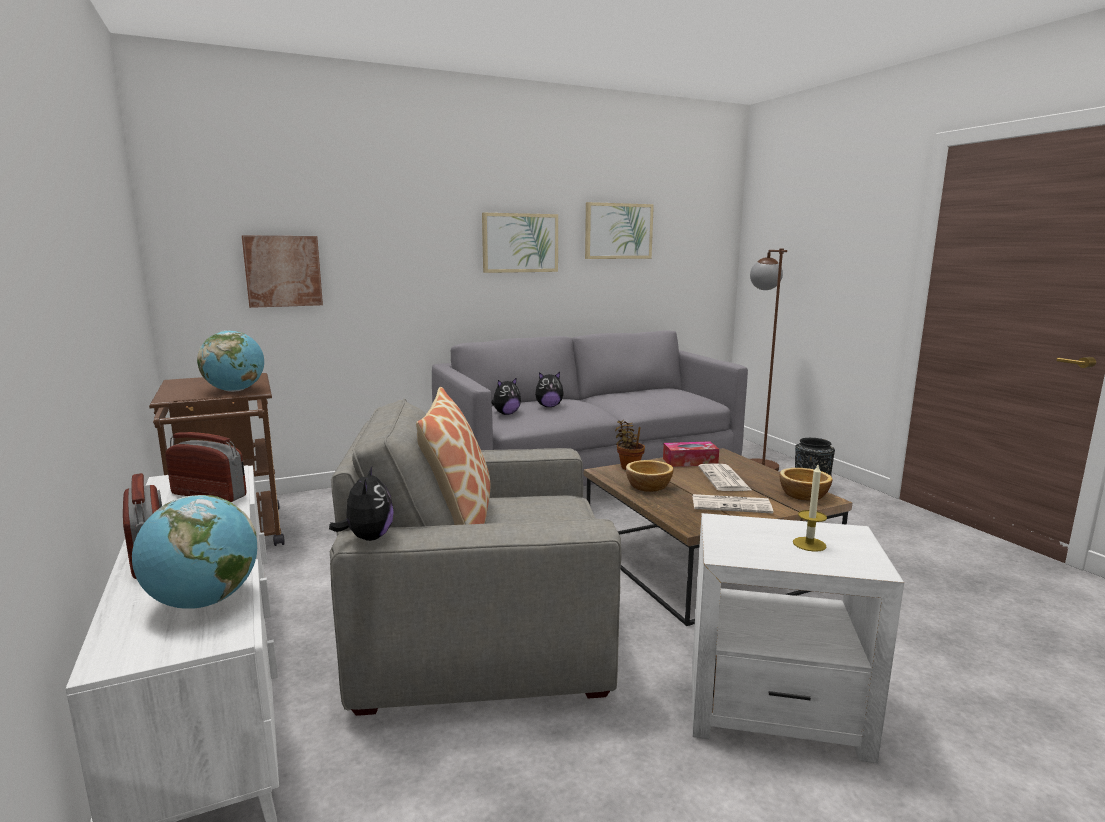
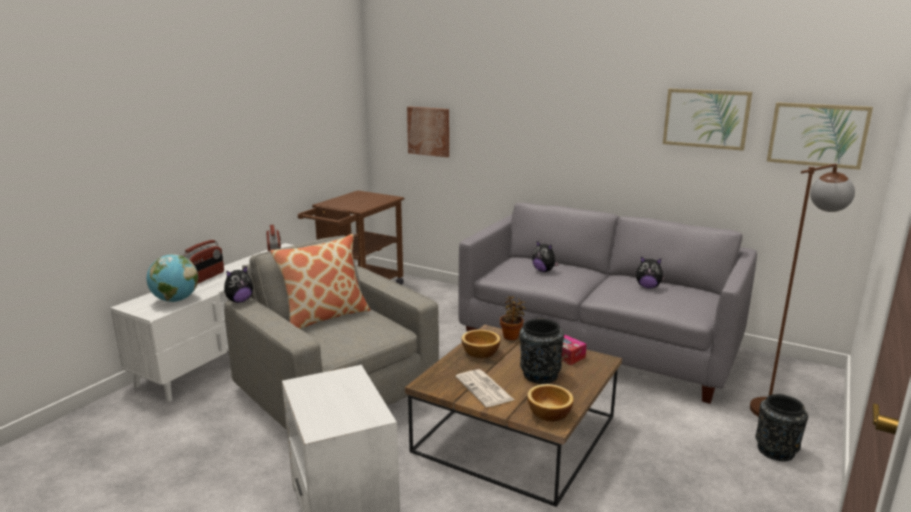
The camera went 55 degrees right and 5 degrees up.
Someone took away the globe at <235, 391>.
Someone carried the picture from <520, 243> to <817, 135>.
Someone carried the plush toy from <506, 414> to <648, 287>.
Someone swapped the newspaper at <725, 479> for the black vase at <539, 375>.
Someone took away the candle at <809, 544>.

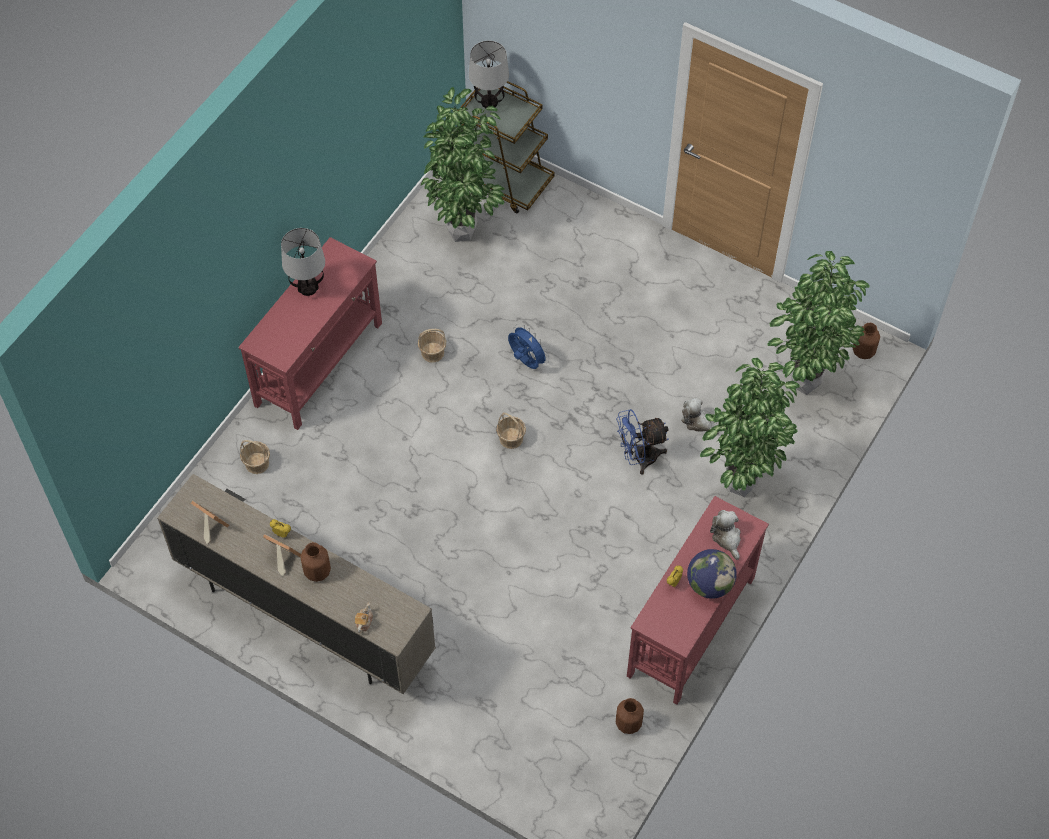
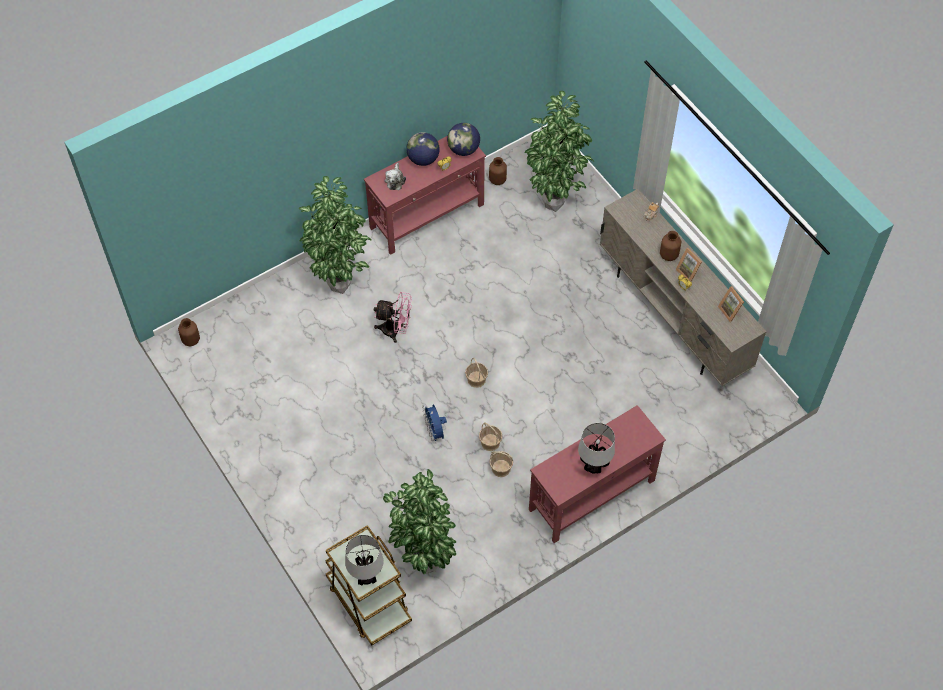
The camera went 155 degrees left and 0 degrees up.
Someone carried the basket from <257, 463> to <490, 442>.
Someone repainted the blue fan at <639, 458>, which became the pink fan at <395, 330>.
Someone took away the plush toy at <698, 422>.
Someone carried the potted plant from <804, 387> to <555, 202>.
Someone put down the globe at <463, 149>.

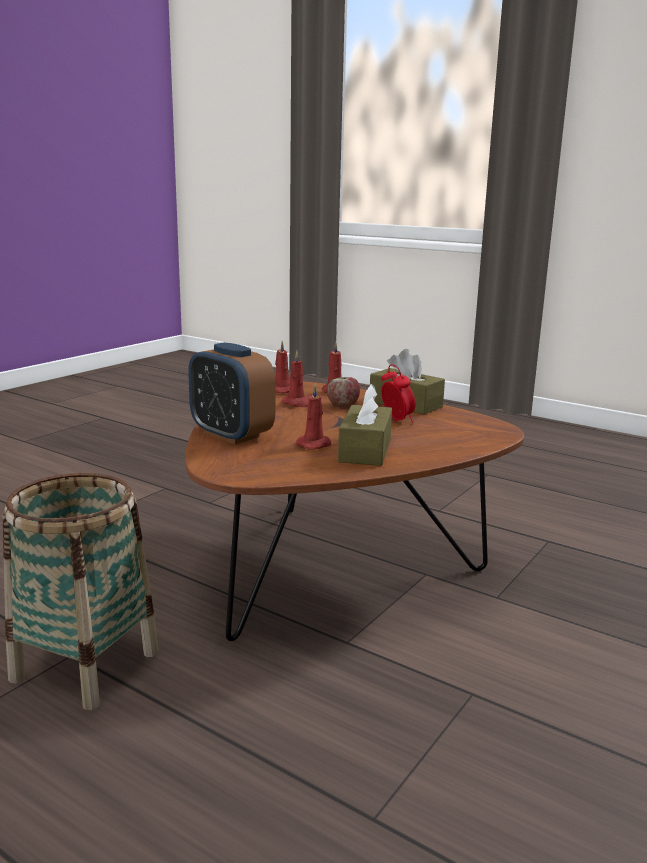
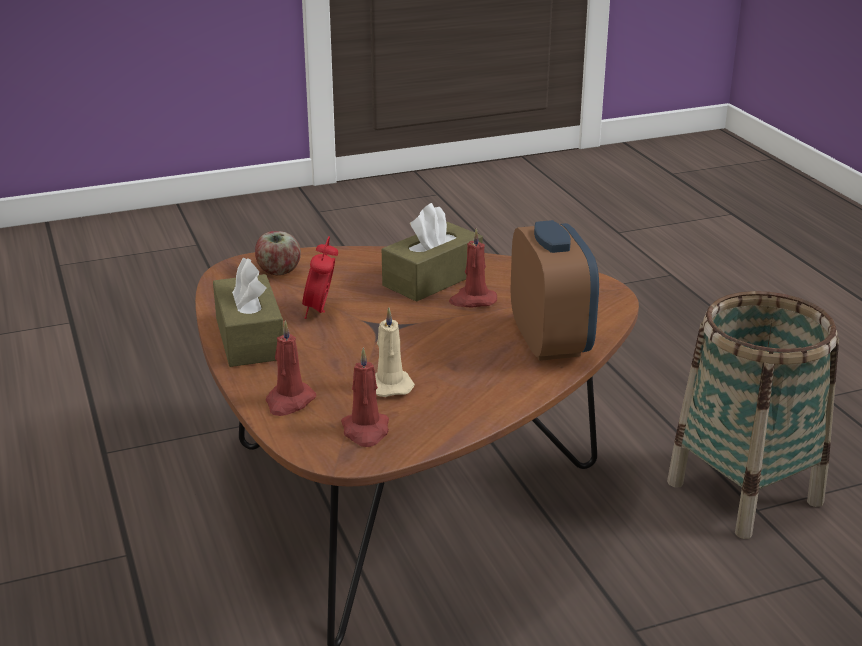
The camera went 145 degrees left and 10 degrees up.
Someone repainted the red candle at <297, 403>, which became the beige candle at <389, 385>.
Someone carried the apple from <342, 405> to <278, 272>.

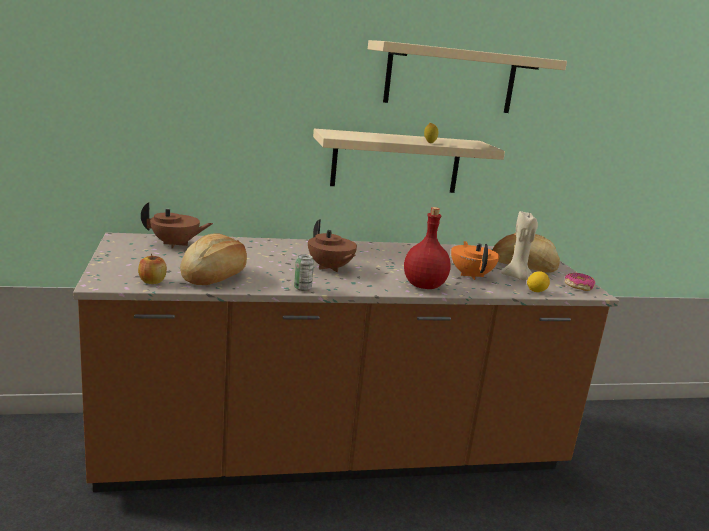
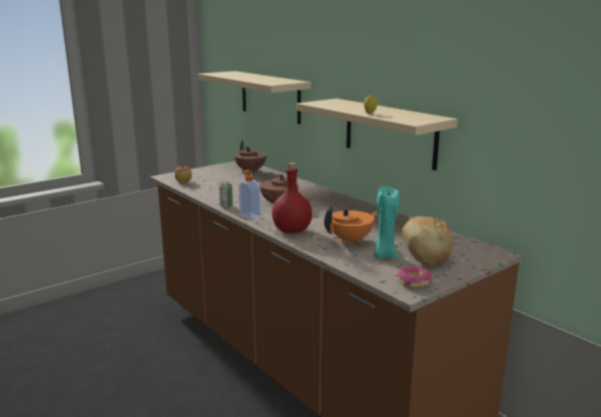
The camera went 65 degrees right and 0 degrees up.
Someone took away the bread at <214, 276>.
Someone carried the beige shelf from <450, 79> to <270, 96>.
Someone repainted the beige candle at <517, 277>, which became the turquoise candle at <384, 255>.
Someone took away the lemon at <536, 291>.
Someone put down the soap dispenser at <249, 216>.

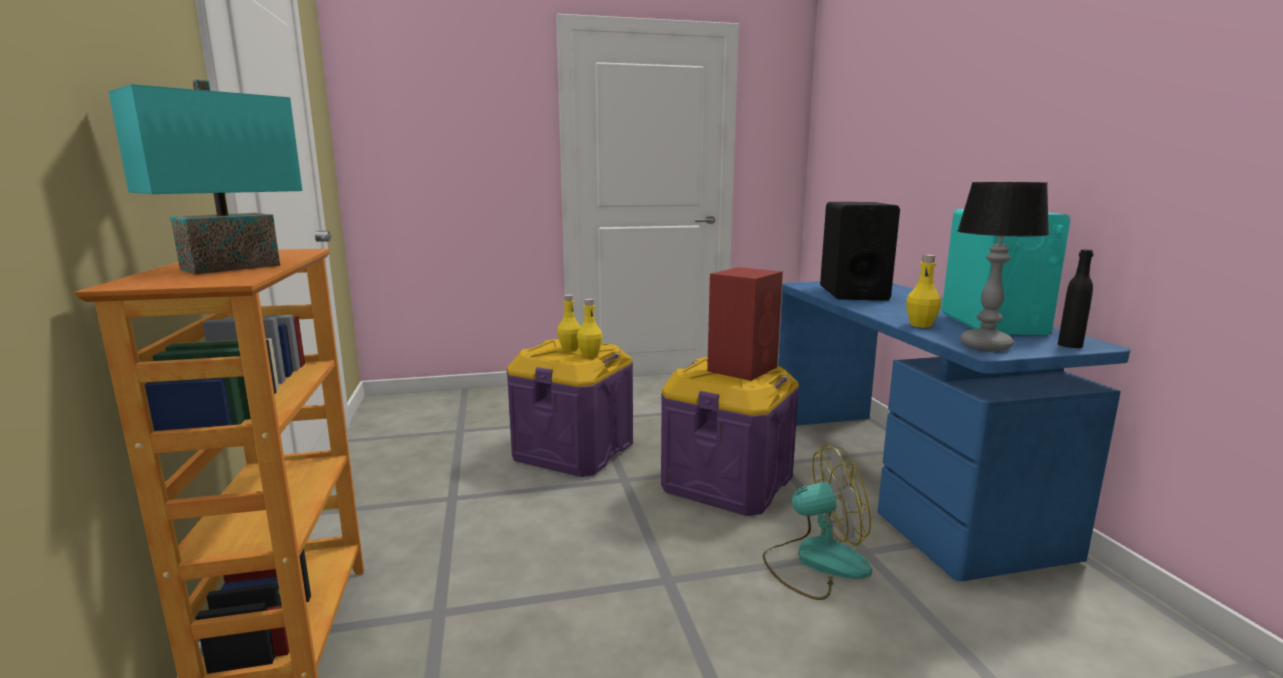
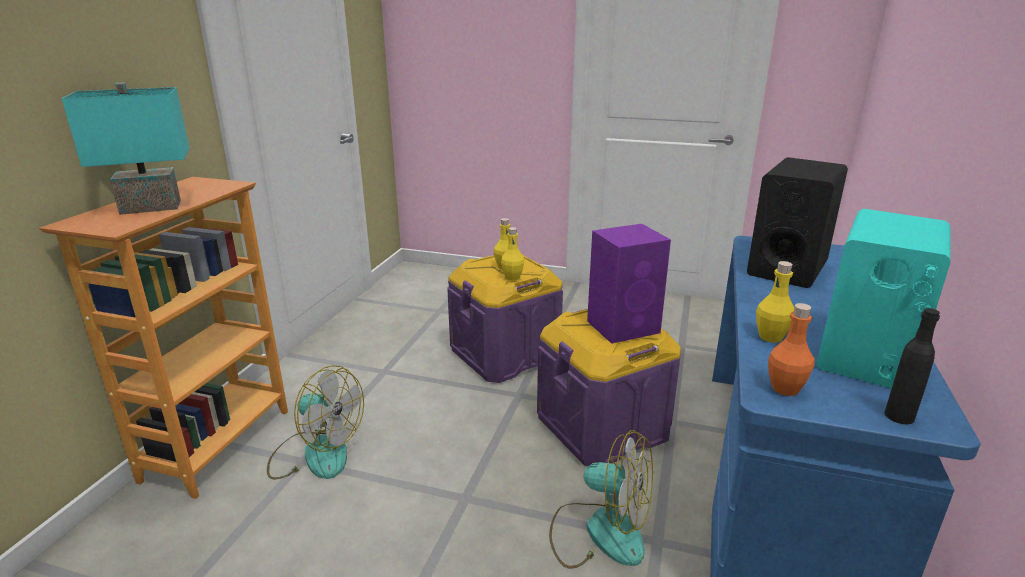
The camera went 30 degrees right and 10 degrees up.
Someone repainted the red speaker at <743, 368>, which became the purple speaker at <624, 326>.
Someone swapped the table lamp at <986, 346> for the orange bottle at <785, 388>.
Someone put down the fan at <316, 453>.

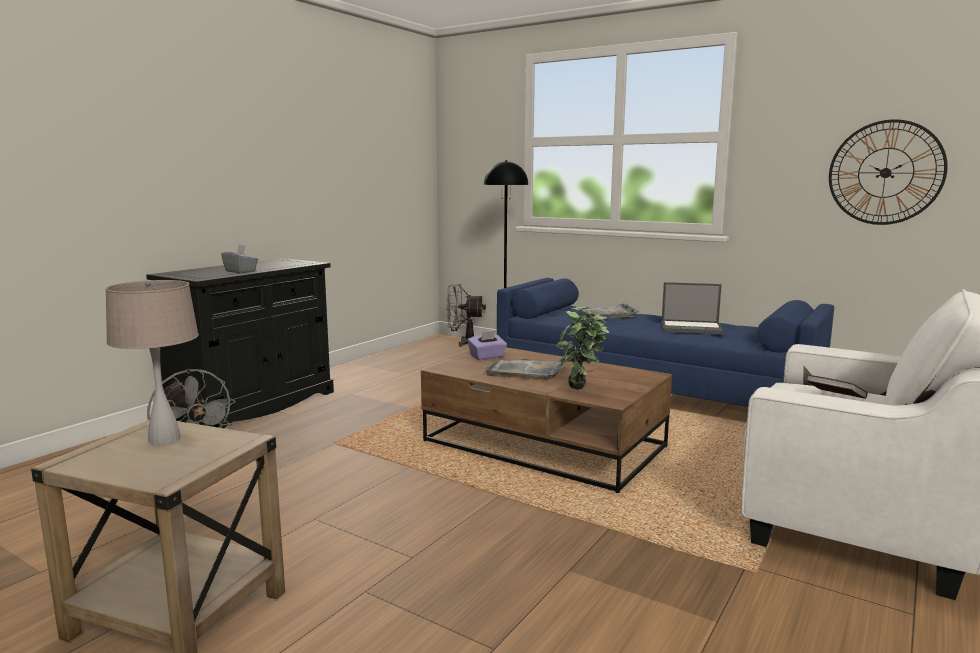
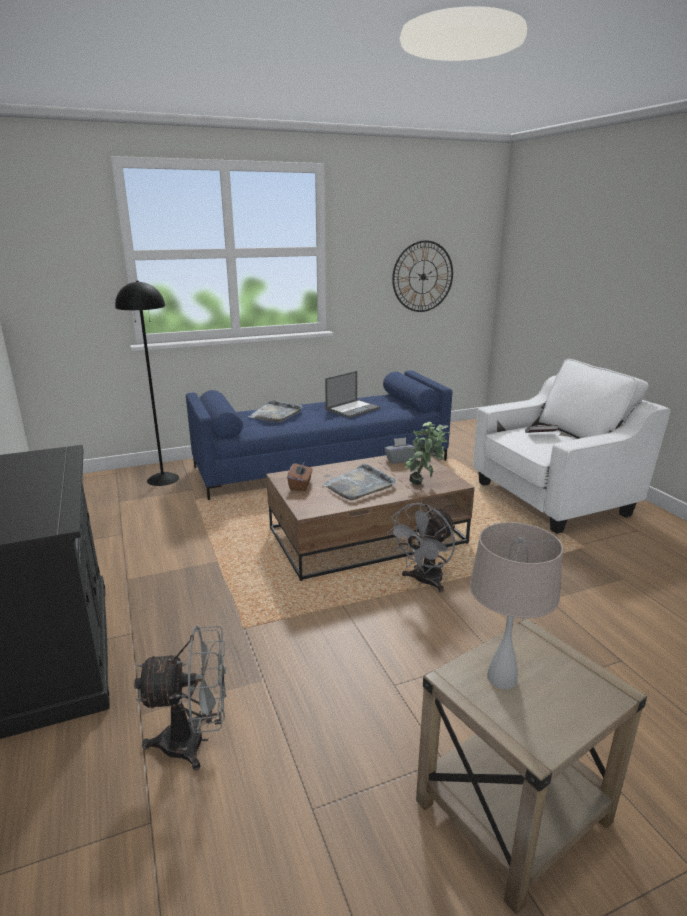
The camera went 55 degrees left and 10 degrees up.
Someone carried the grey tissue box from <241, 271> to <400, 460>.
Someone carried the grey fan from <464, 343> to <424, 582>.
Someone repainted the purple tissue box at <487, 357>, which became the brown tissue box at <300, 485>.

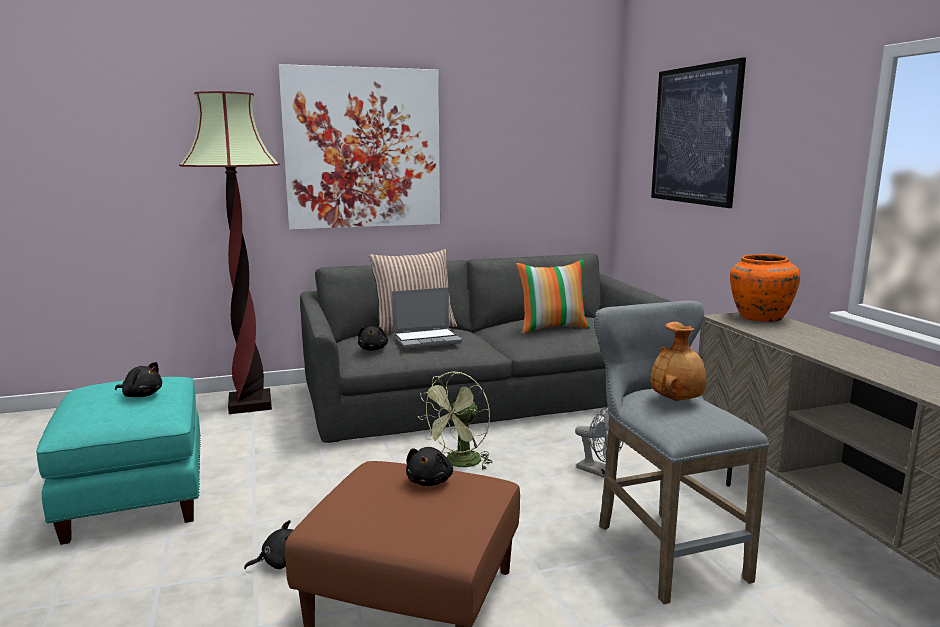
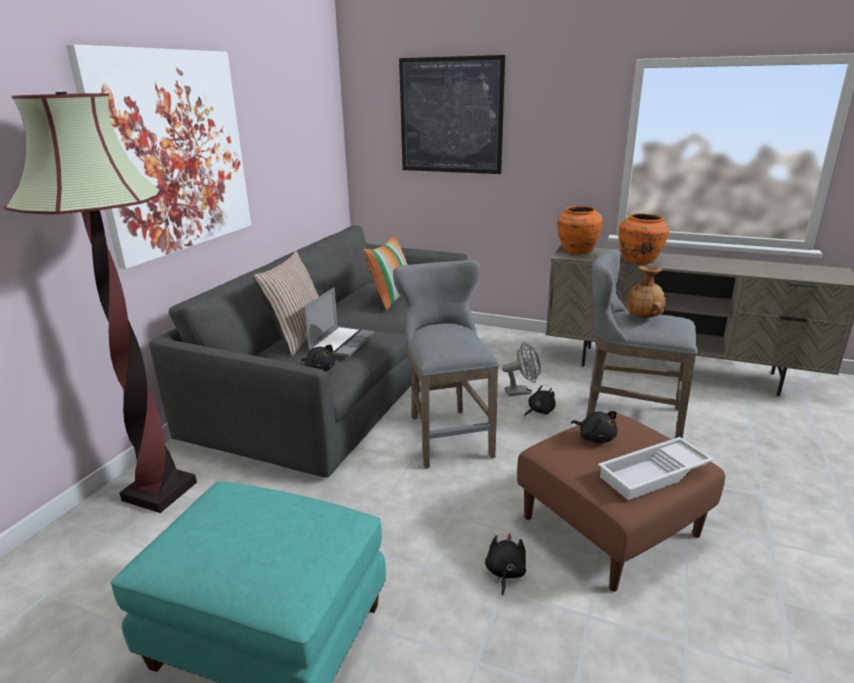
The camera went 50 degrees left and 10 degrees up.
Someone carried the black plush toy from <141, 395> to <539, 411>.
Someone swapped the green fan at <459, 464> for the grey stool at <446, 433>.
Someone put down the white tray at <654, 475>.
Someone put down the orange vase at <639, 261>.

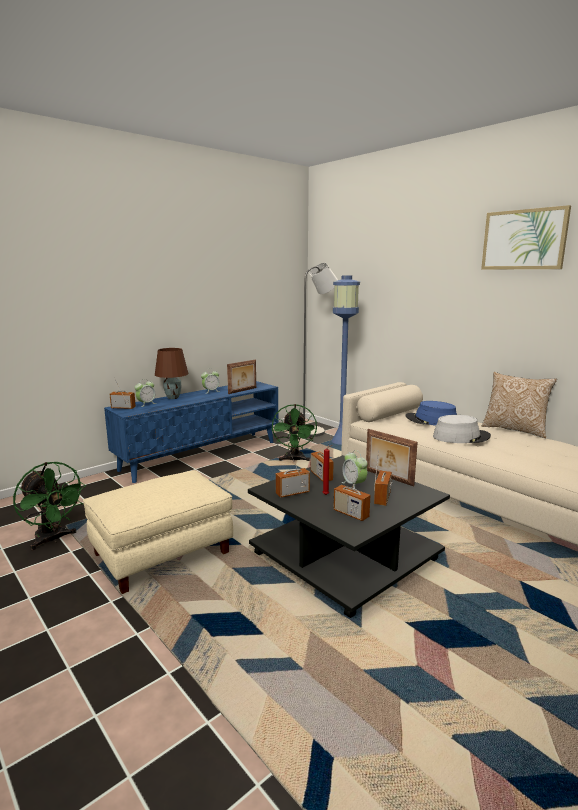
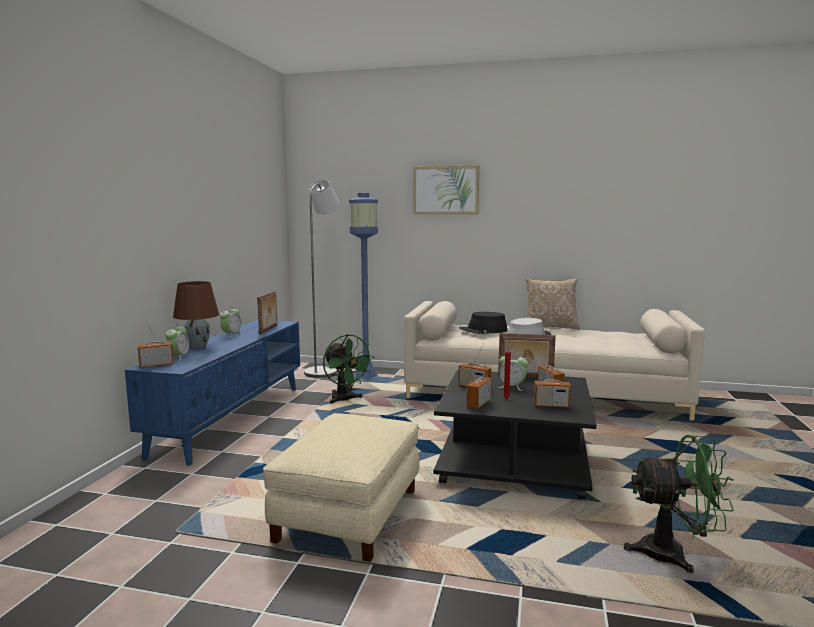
The camera went 35 degrees left and 5 degrees down.
Someone carried the green fan from <53, 540> to <674, 554>.
Someone repainted the blue hat at <431, 420>, which became the black hat at <483, 330>.
Someone carried the picture from <524, 239> to <446, 190>.

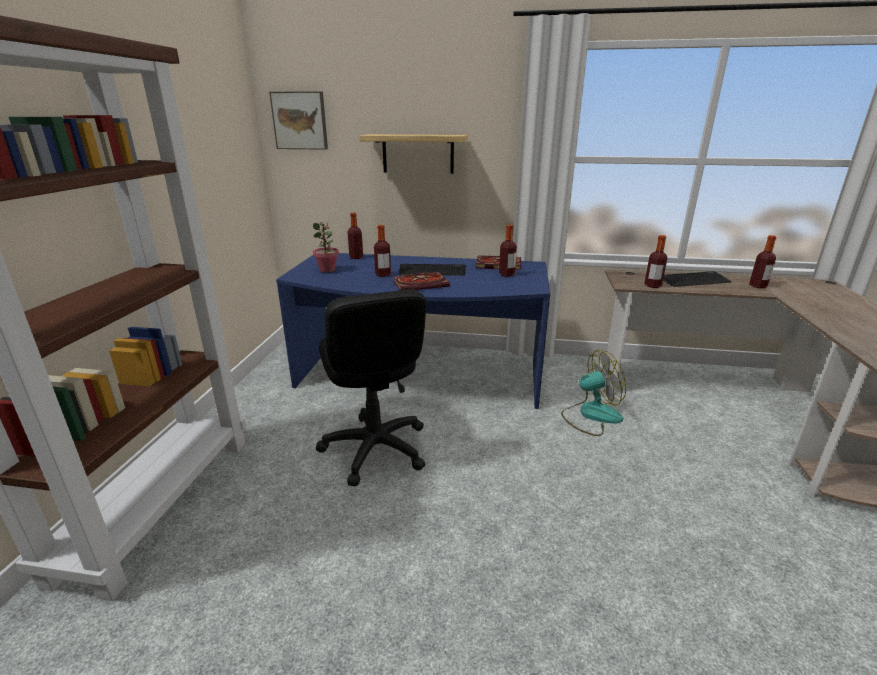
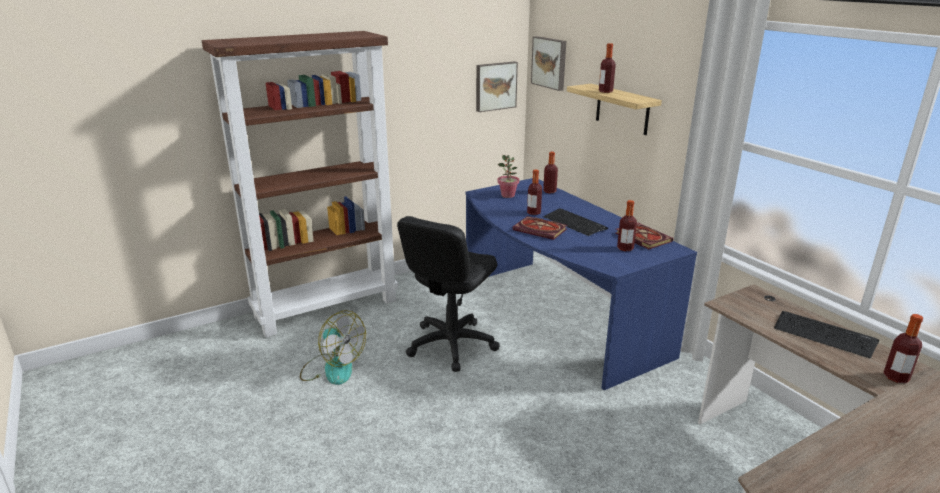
The camera went 50 degrees right and 0 degrees up.
Someone carried the fan from <591, 415> to <332, 368>.
Someone carried the bottle from <652, 286> to <605, 91>.
Someone put up the picture at <495, 86>.

